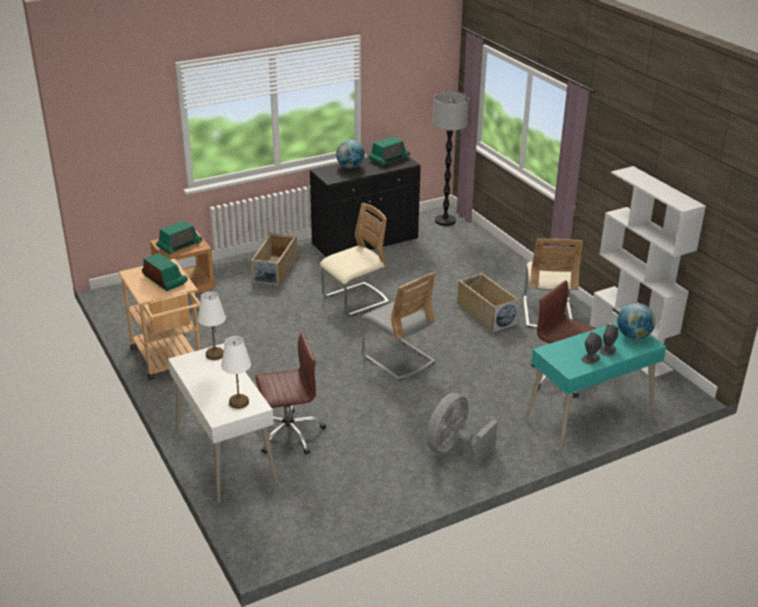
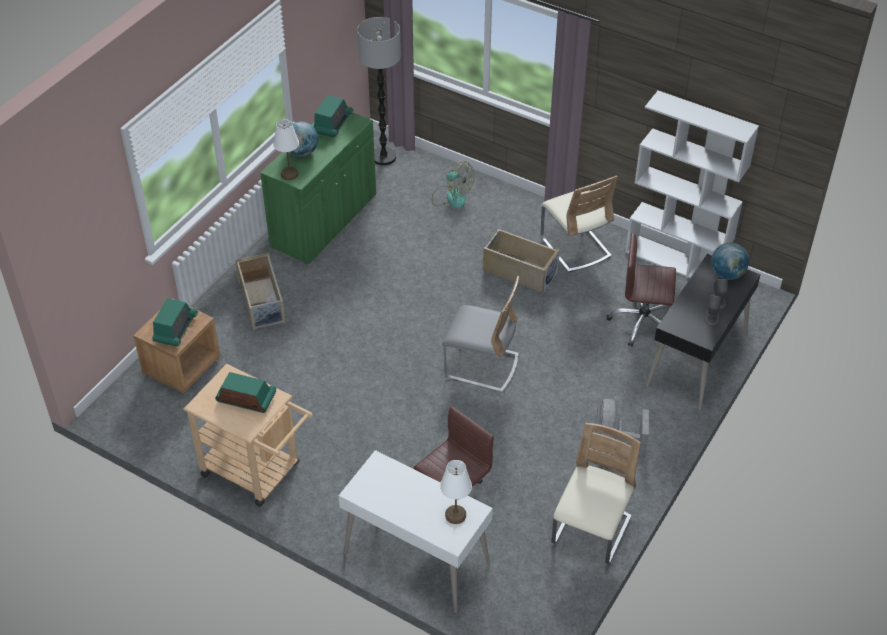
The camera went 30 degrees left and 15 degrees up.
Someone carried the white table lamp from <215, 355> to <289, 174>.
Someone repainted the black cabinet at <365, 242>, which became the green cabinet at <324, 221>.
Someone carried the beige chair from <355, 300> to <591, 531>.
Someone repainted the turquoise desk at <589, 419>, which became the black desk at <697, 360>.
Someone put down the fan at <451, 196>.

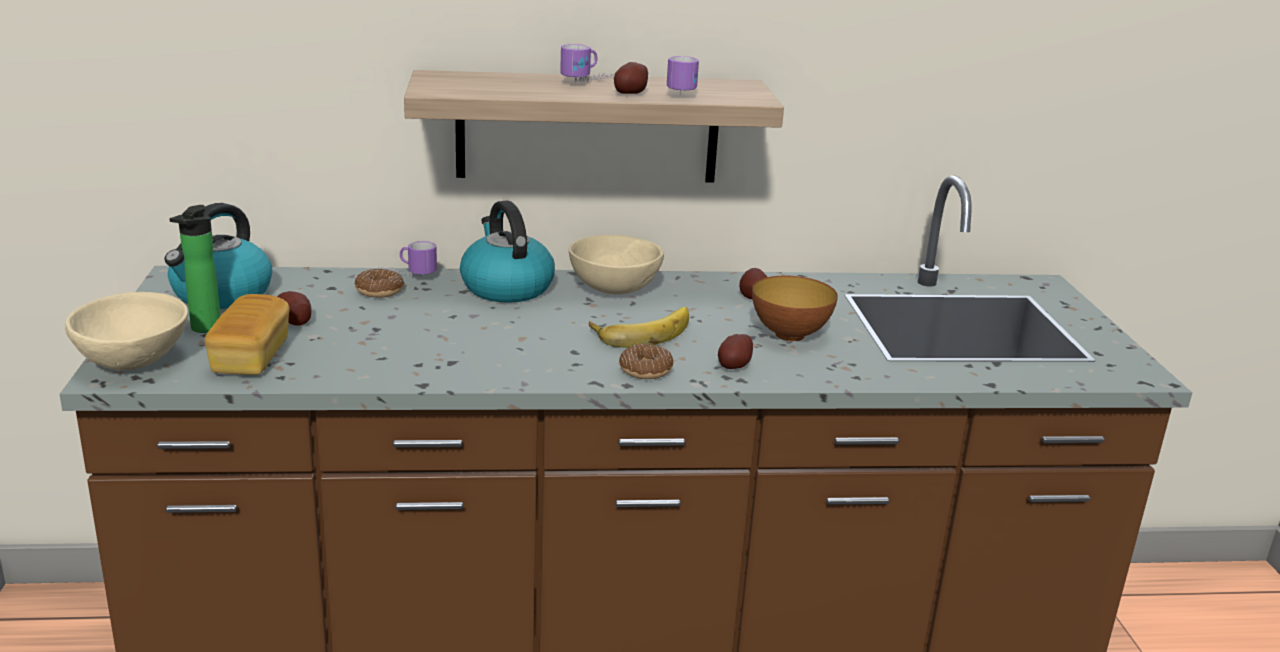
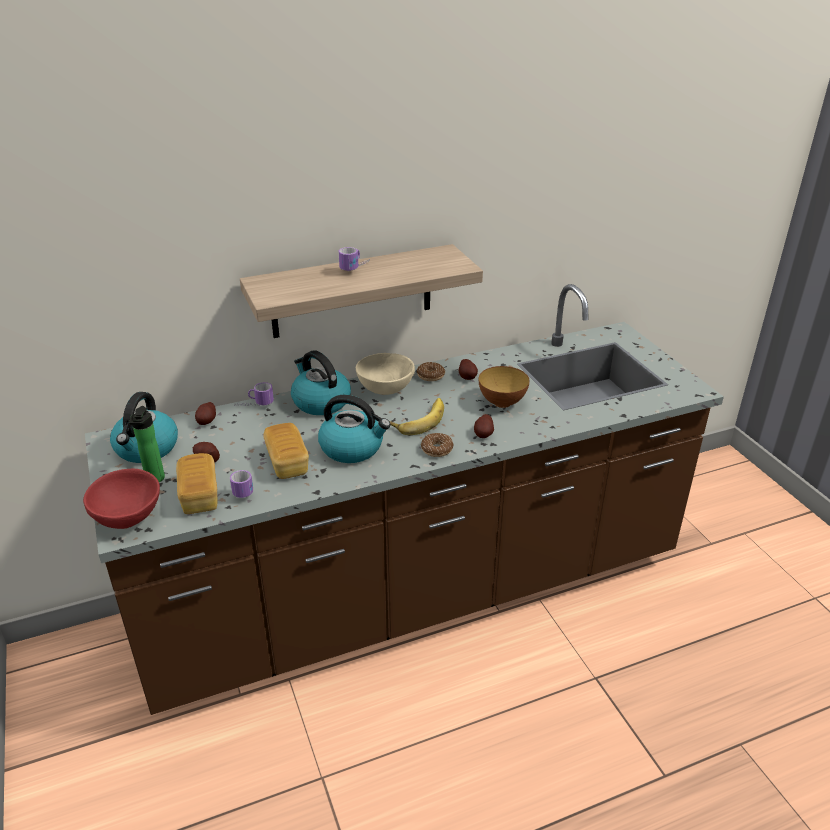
The camera went 15 degrees left and 10 degrees up.
Someone repainted the beige bowl at <135, 362>, which became the red bowl at <129, 517>.
Someone carried the donut from <379, 291> to <430, 376>.
Someone carried the potato from <630, 93> to <206, 421>.
Someone carried the mug from <681, 92> to <242, 488>.
Someone put down the bread at <287, 462>.
Someone put down the kettle at <352, 448>.

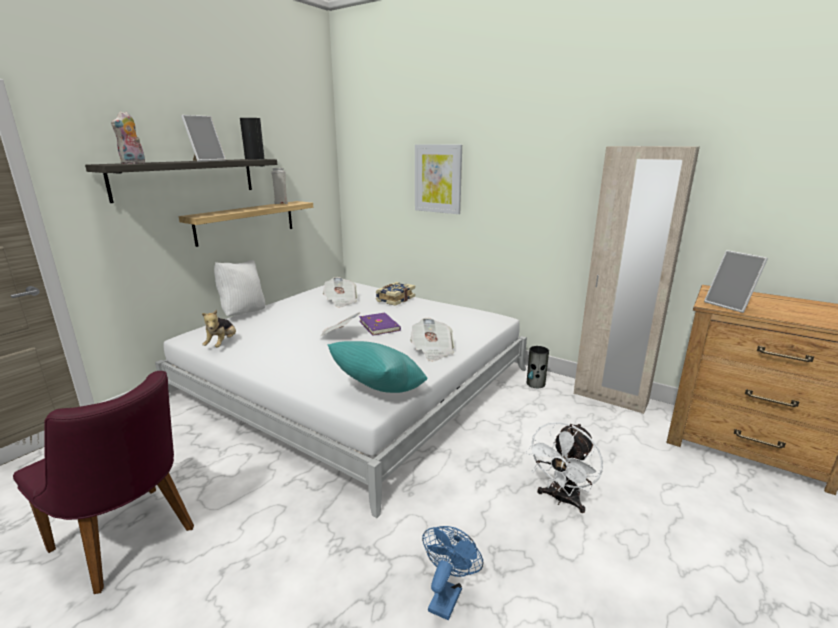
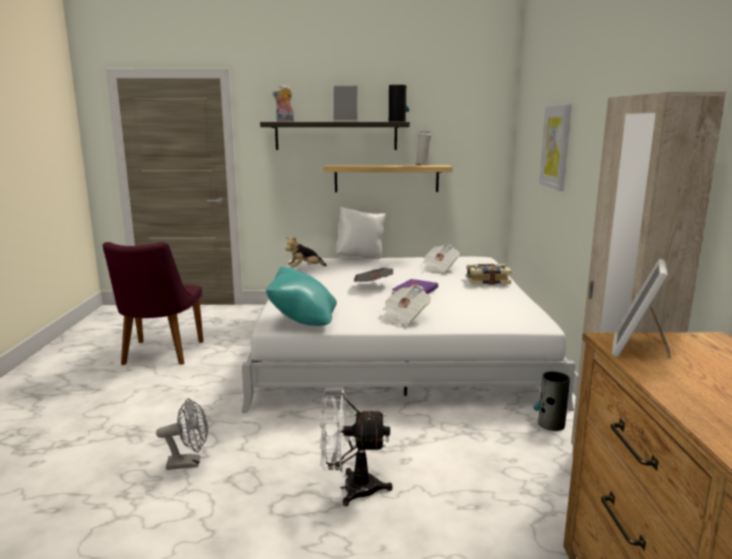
The camera went 55 degrees right and 5 degrees down.
Someone repainted the blue fan at <447, 594>, which became the grey fan at <189, 463>.

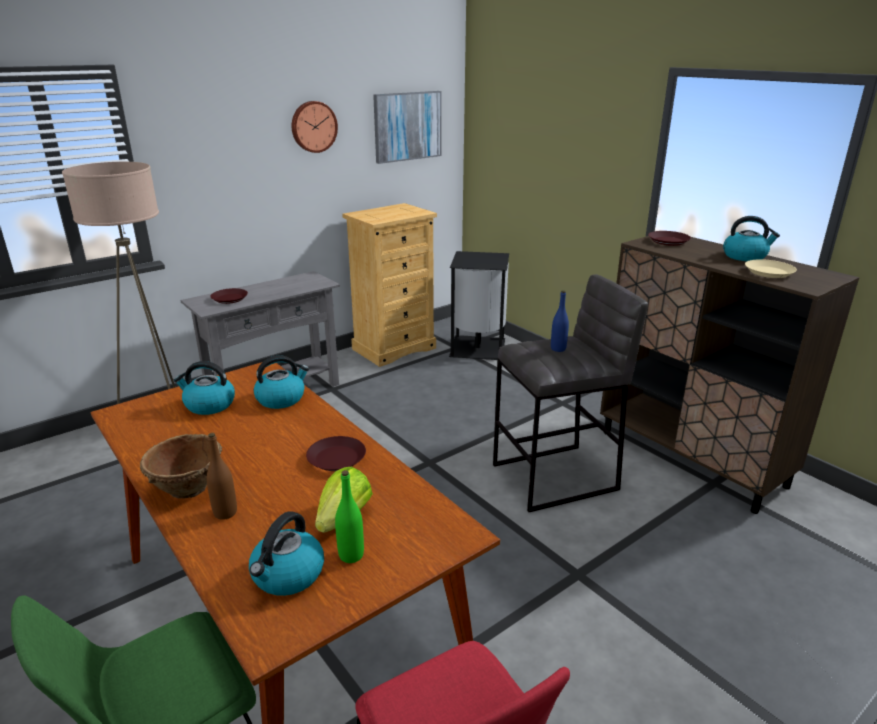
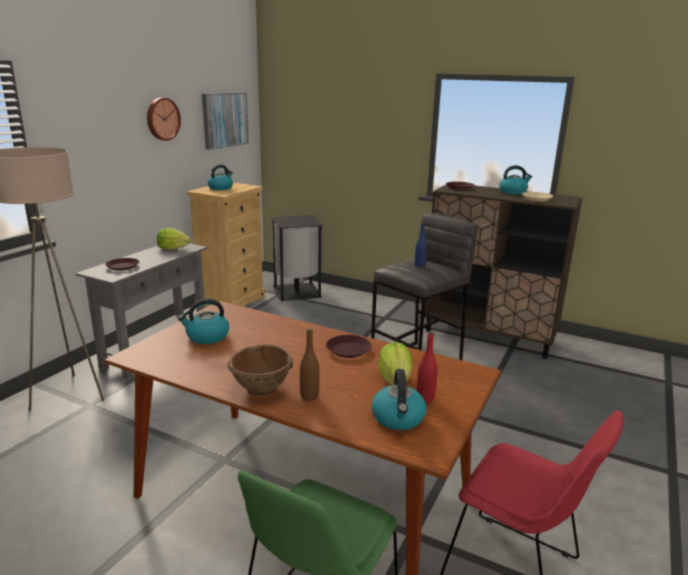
The camera went 25 degrees left and 5 degrees down.
Someone carried the kettle from <281, 398> to <221, 188>.
Someone repainted the green bottle at <351, 555>, which became the red bottle at <425, 398>.
Someone put down the lettuce at <173, 248>.

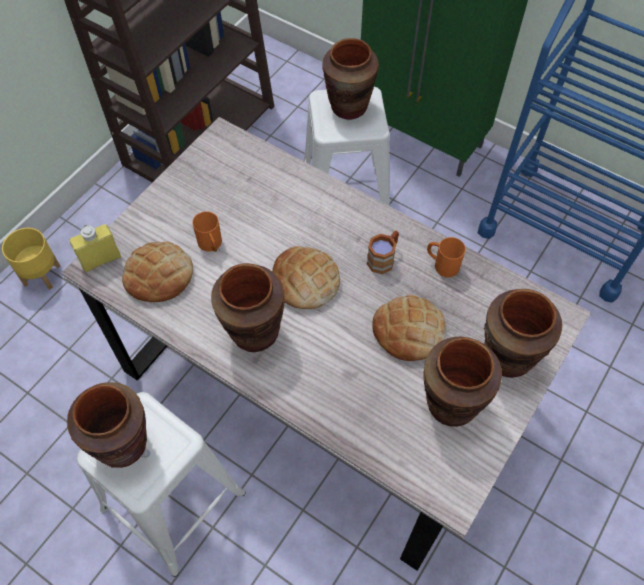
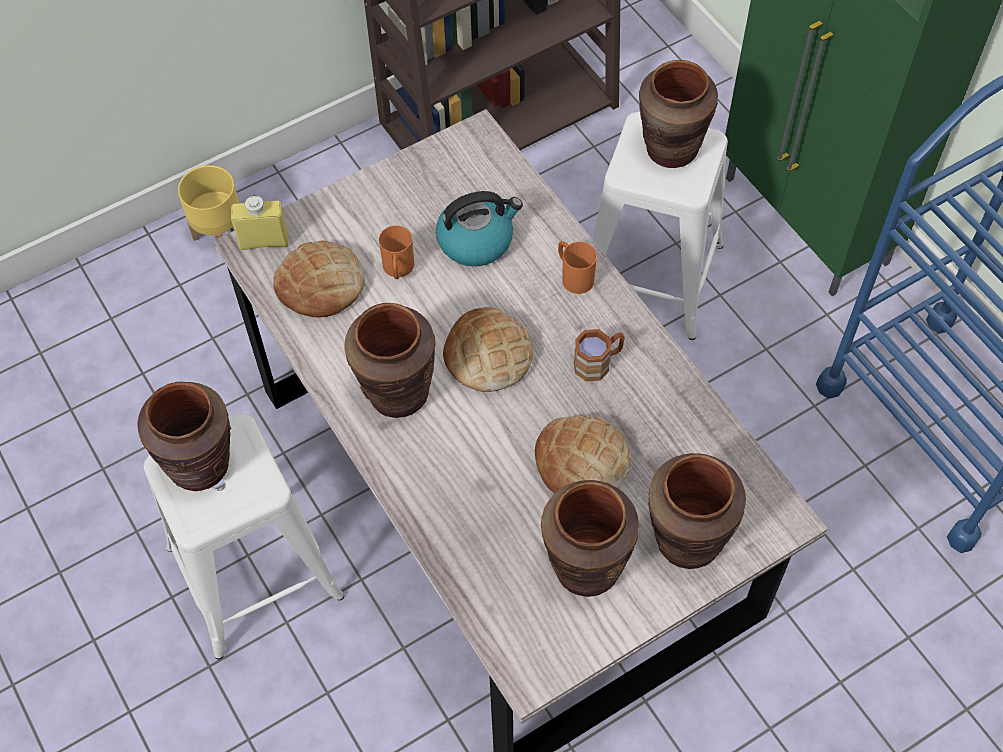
The camera went 25 degrees right and 0 degrees up.
Someone carried the orange mug from <441, 265> to <573, 276>.
Someone put down the kettle at <476, 240>.

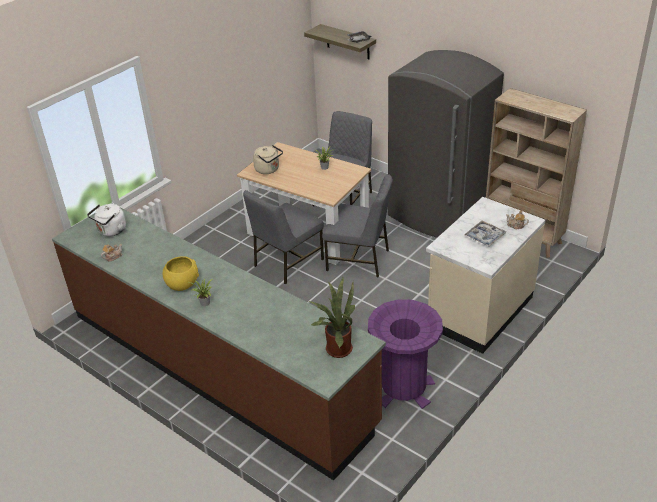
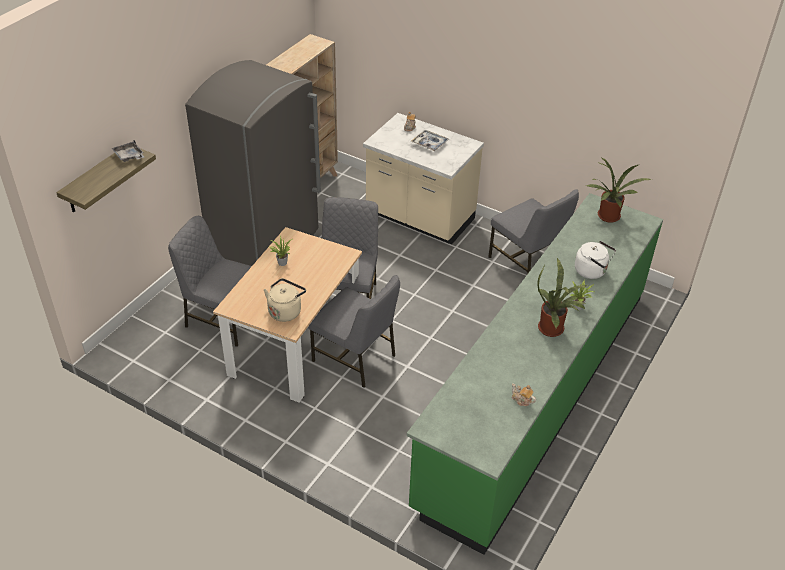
The camera went 100 degrees left and 5 degrees up.
Someone repainted the brown counter at <218, 366>, which became the green counter at <535, 394>.
Someone carried the white kettle from <111, 231> to <592, 271>.
Someone swapped the yellow bowl at <182, 284> for the potted plant at <553, 329>.
Someone swapped the purple trash can at <403, 387> for the grey chair at <527, 263>.

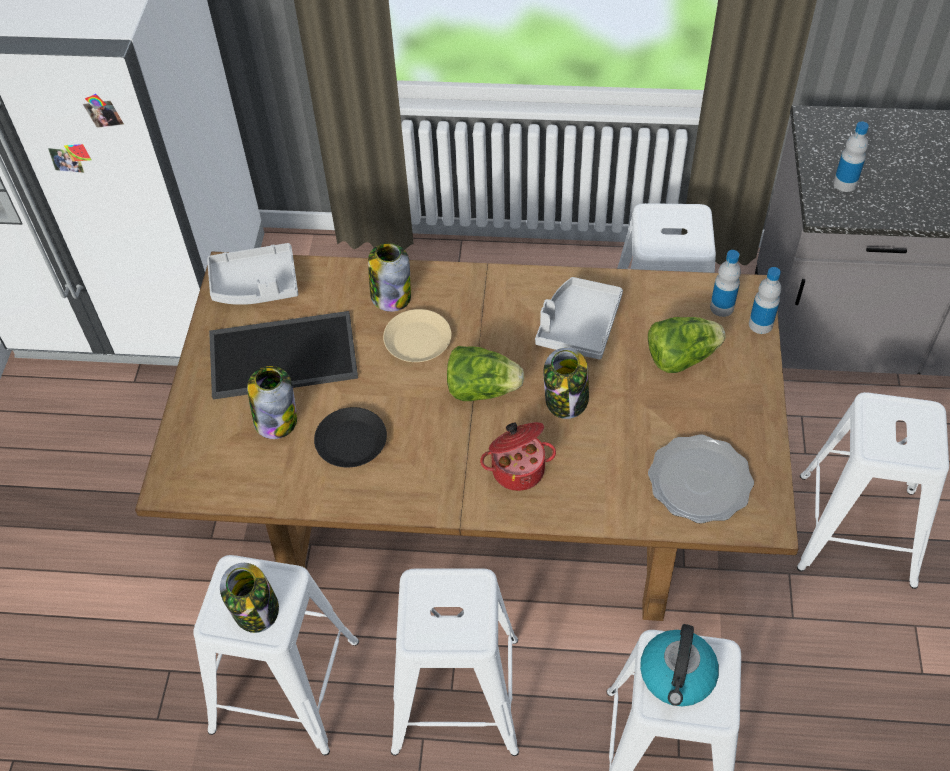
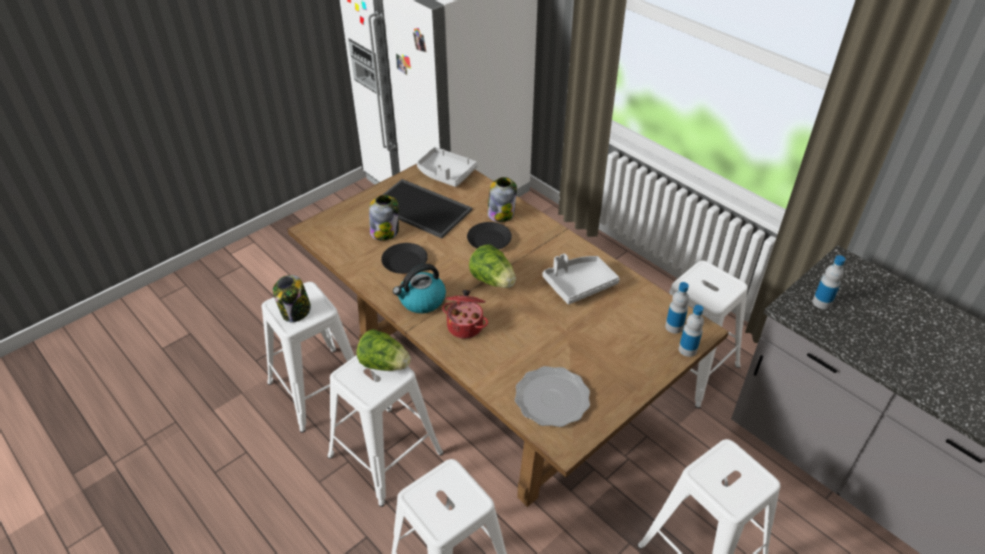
The camera went 40 degrees right and 10 degrees down.
Someone repainted the beige plate at <417, 341>, which became the black plate at <488, 240>.
Someone took away the jar at <566, 400>.
Someone carried the kettle from <677, 676> to <421, 300>.
Someone carried the lettuce from <681, 357> to <384, 364>.

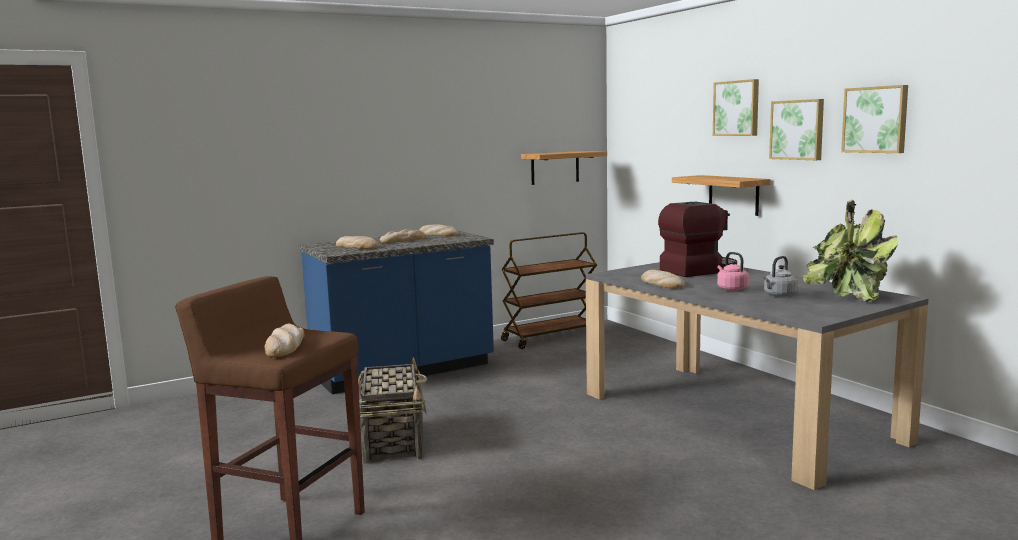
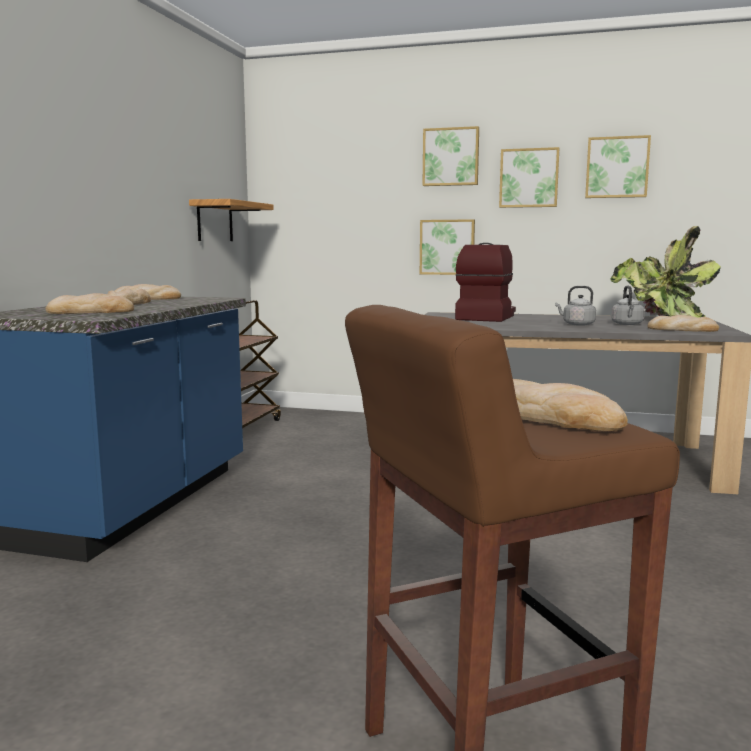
The camera went 45 degrees left and 0 degrees up.
Someone took away the basket at <393, 441>.
Someone carried the bread from <661, 283> to <682, 329>.
Someone swapped the shelf at <733, 195> for the picture at <447, 247>.
Someone repainted the pink kettle at <731, 289>, which became the grey kettle at <576, 324>.

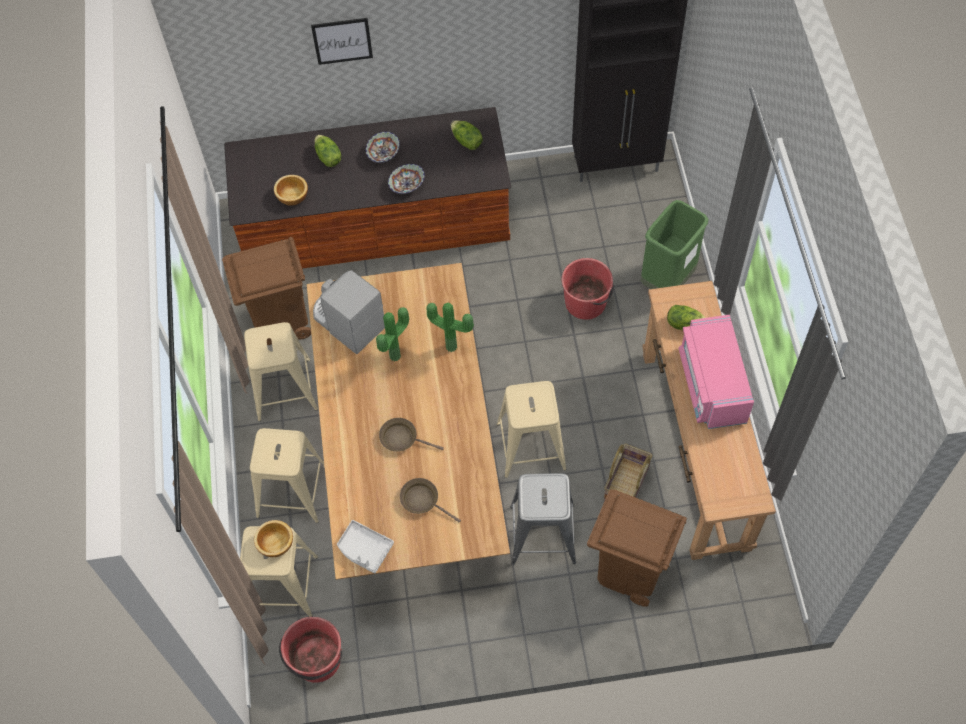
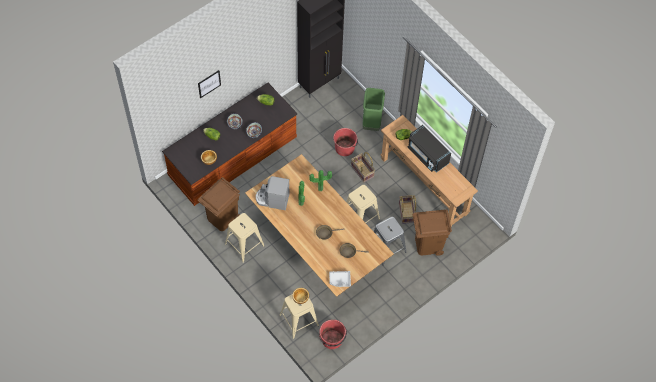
The camera went 35 degrees left and 0 degrees up.
Someone took away the beige stool at <292, 491>.
Someone repainted the pink microwave at <712, 384>, which became the black microwave at <427, 155>.
Someone put down the basket at <362, 171>.

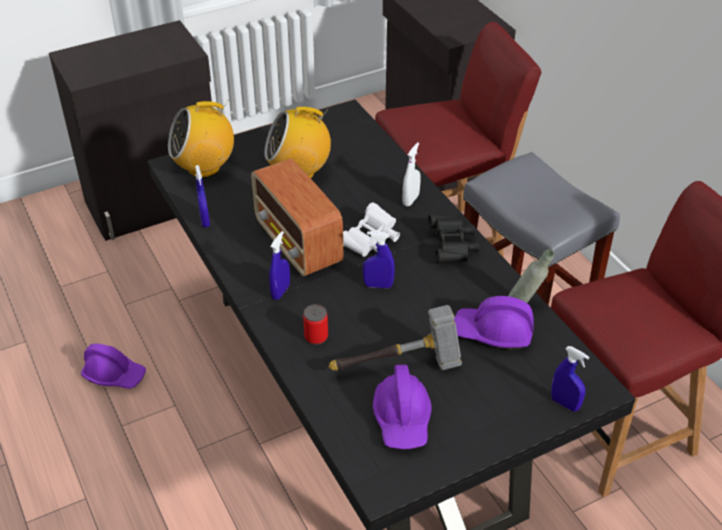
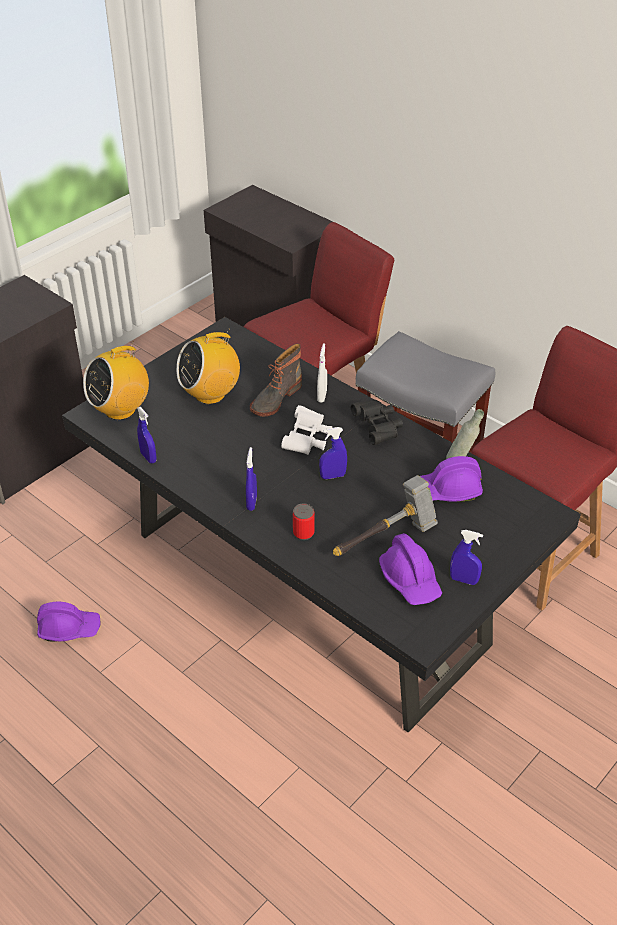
The camera went 20 degrees left and 0 degrees up.
Someone took away the radio at <298, 244>.
Someone carried the blue spray bottle from <565, 403> to <463, 580>.
Someone put down the boot at <275, 398>.

